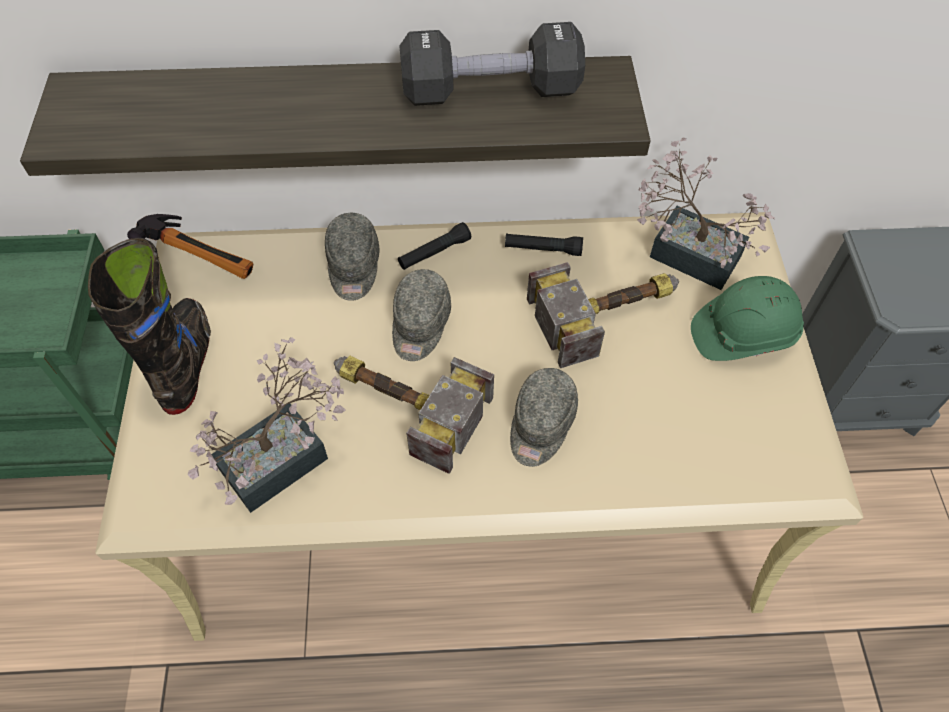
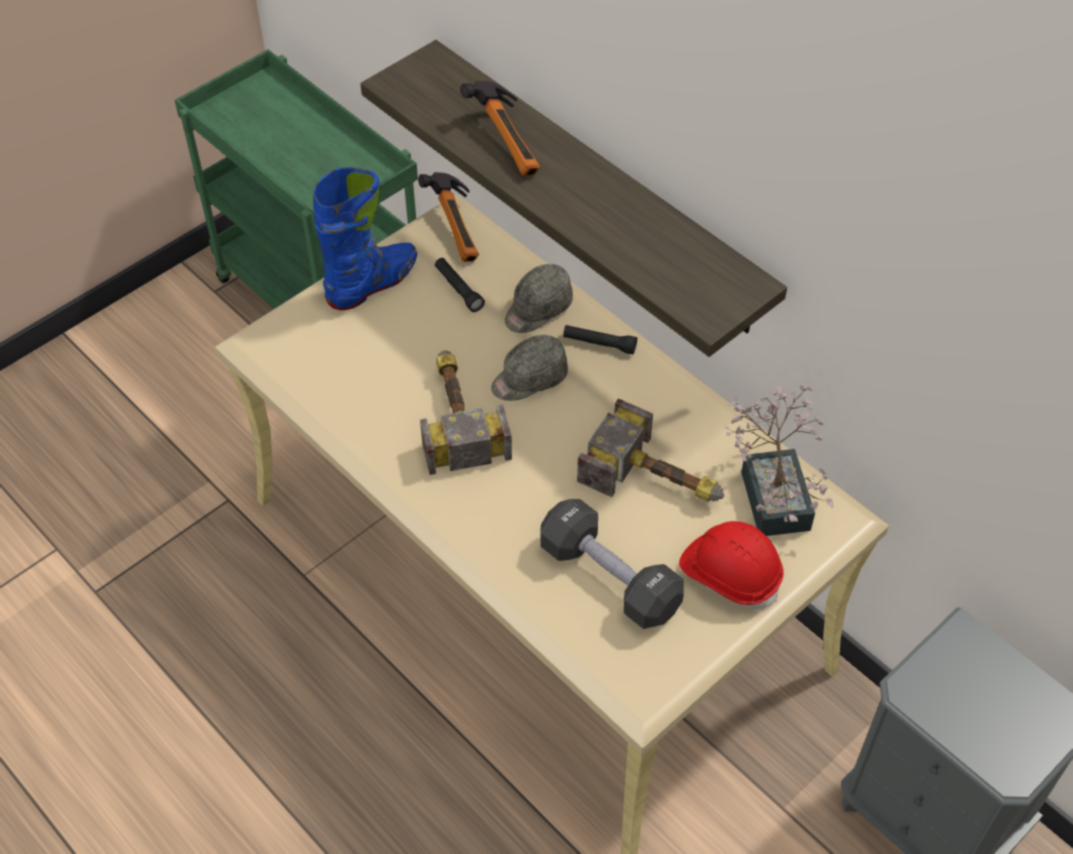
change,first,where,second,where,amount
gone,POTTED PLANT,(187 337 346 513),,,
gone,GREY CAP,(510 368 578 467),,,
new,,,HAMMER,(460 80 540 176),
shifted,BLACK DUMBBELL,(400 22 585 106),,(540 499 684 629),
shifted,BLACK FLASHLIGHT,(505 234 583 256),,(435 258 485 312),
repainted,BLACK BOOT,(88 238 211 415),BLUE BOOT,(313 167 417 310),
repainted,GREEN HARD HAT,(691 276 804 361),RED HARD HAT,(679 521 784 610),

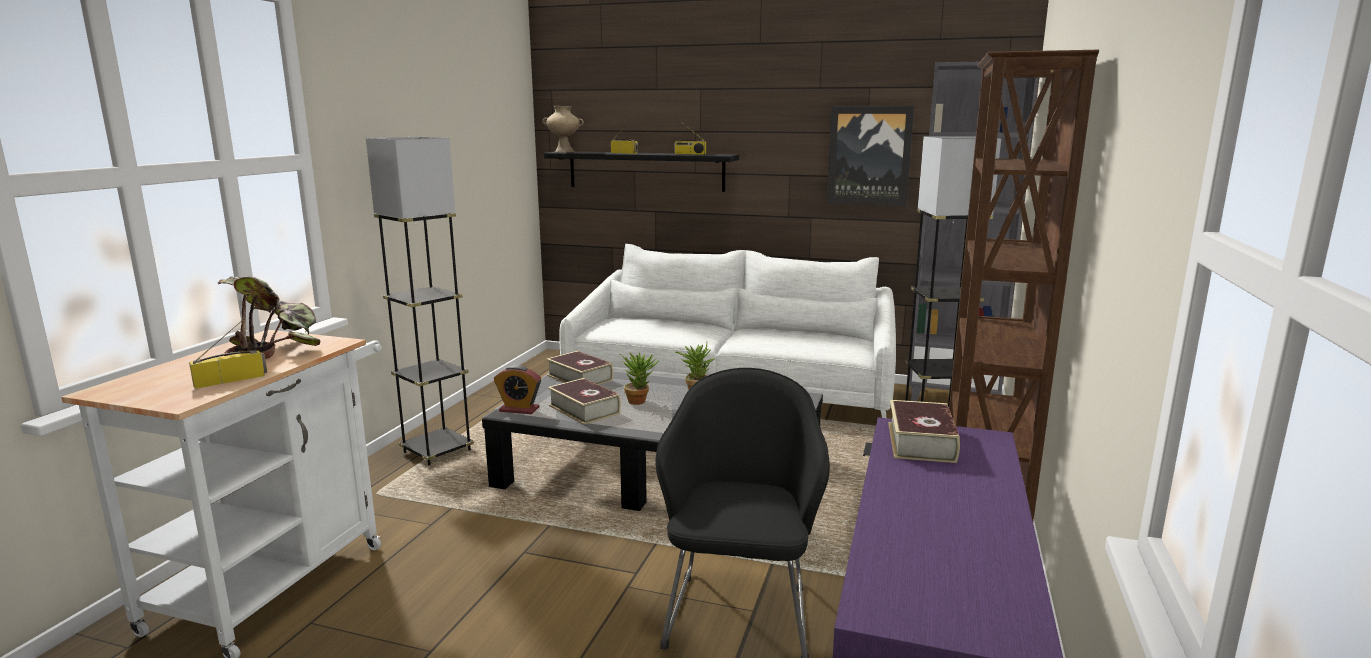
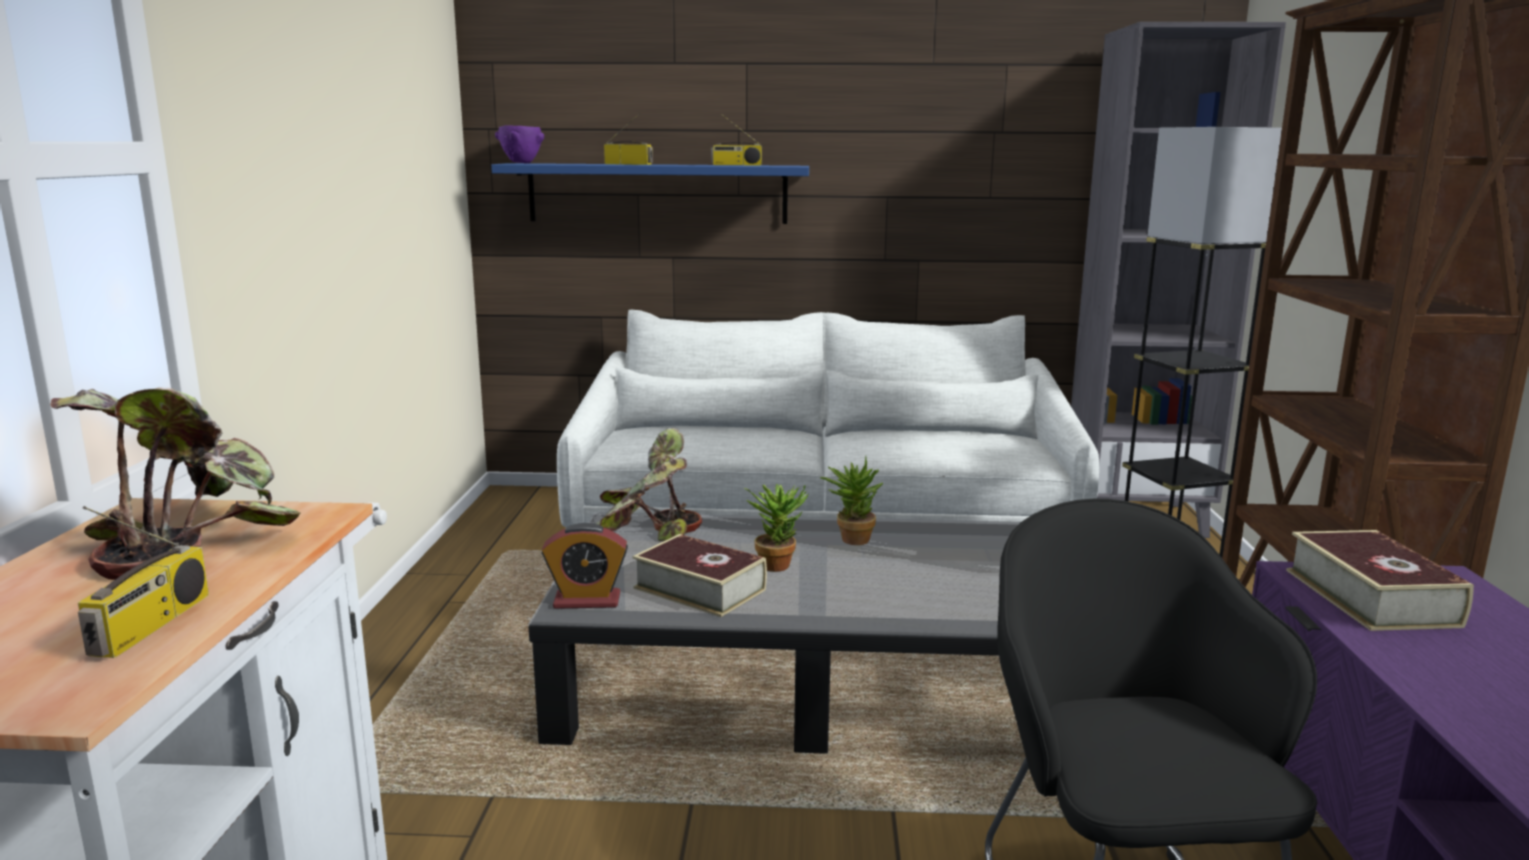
change,first,where,second,where,amount
gone,GREY FLOOR LAMP,(366 137 474 465),,,
gone,PICTURE,(827 106 914 206),,,
swapped,BEIGE VASE,(542 106 584 152),PURPLE BOWL,(495 125 544 163),
swapped,BOOK,(546 351 613 385),POTTED PLANT,(596 428 702 541),
repainted,BLACK SHELF,(544 152 739 192),BLUE SHELF,(491 163 809 224),
rotated,RADIO,(189 319 267 389),,(78 506 209 658),150 degrees clockwise

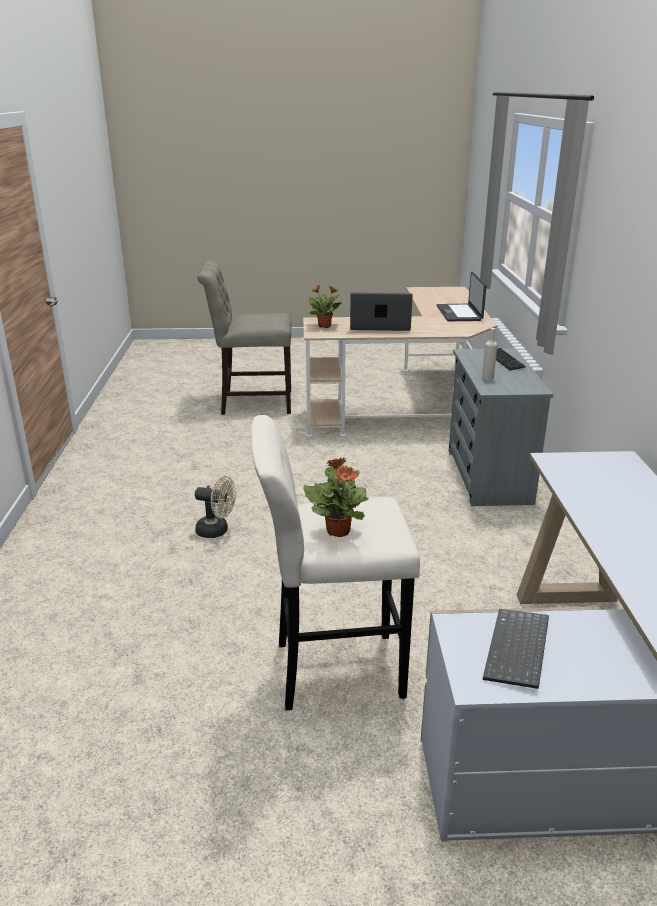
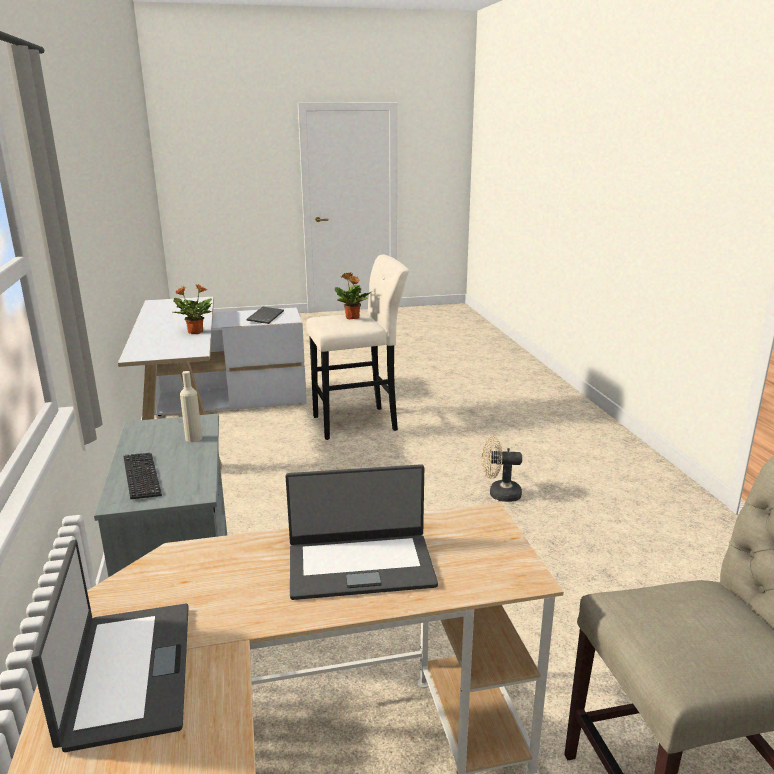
change,first,where,second,where,amount
shifted,POTTED PLANT,(307 284 342 328),,(172 284 212 334),

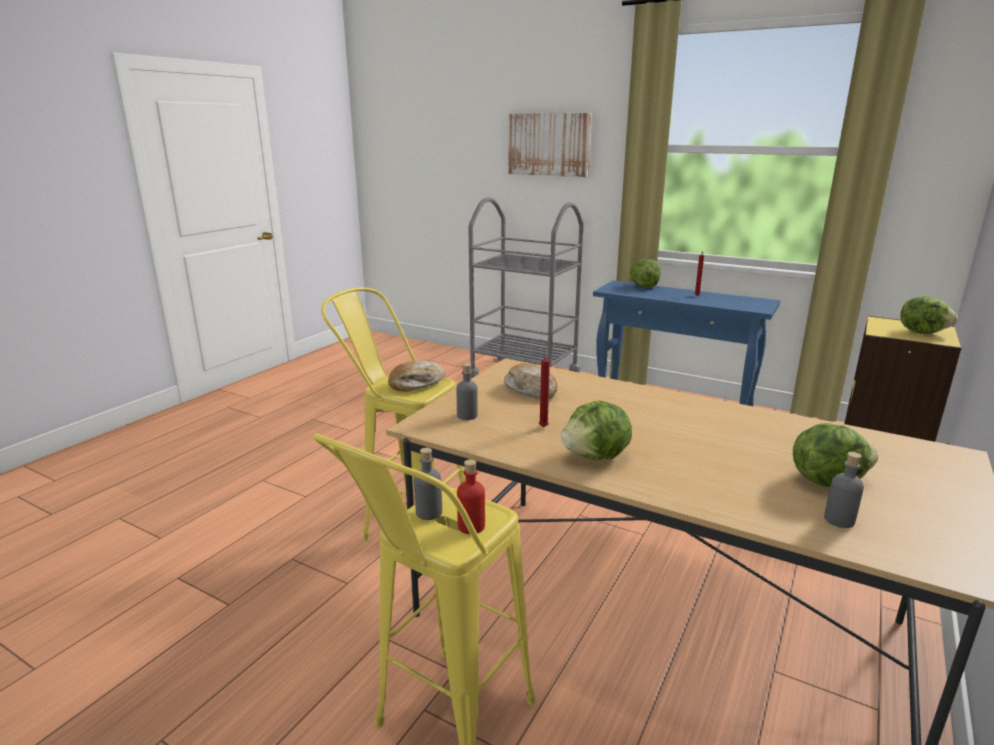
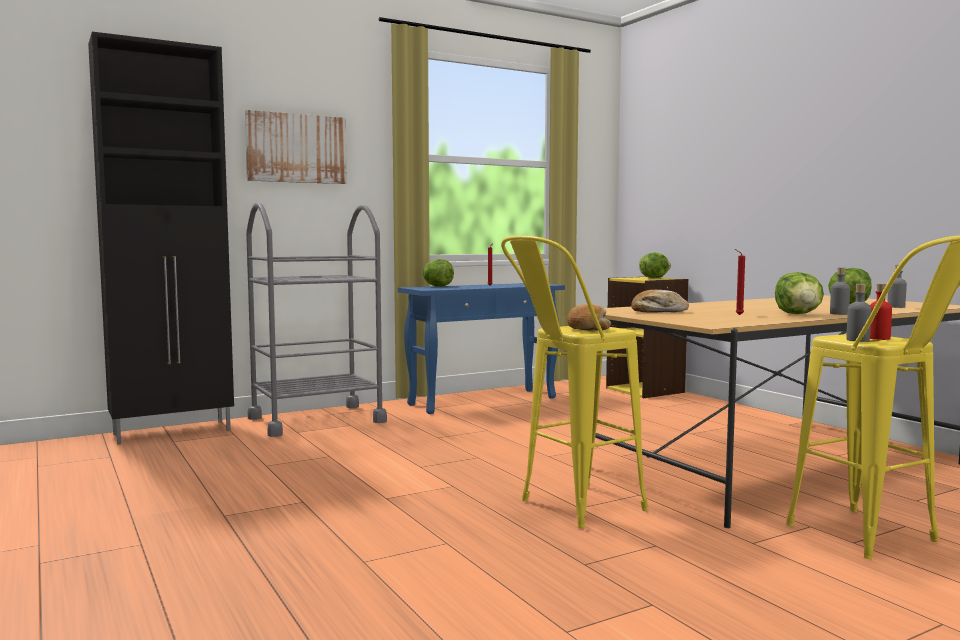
change,first,where,second,where,amount
new,,,BLACK CABINET,(88 32 234 445),
shifted,GREY BOTTLE,(457 363 478 420),,(830 268 850 315),

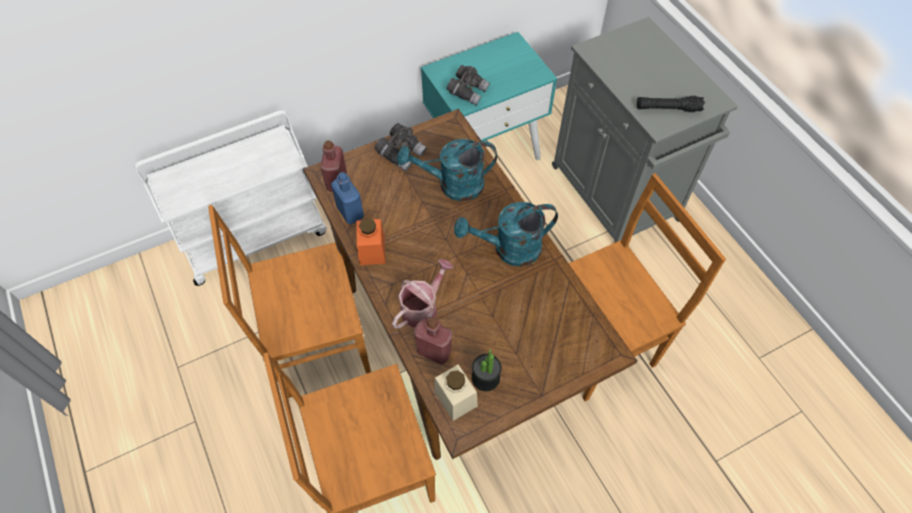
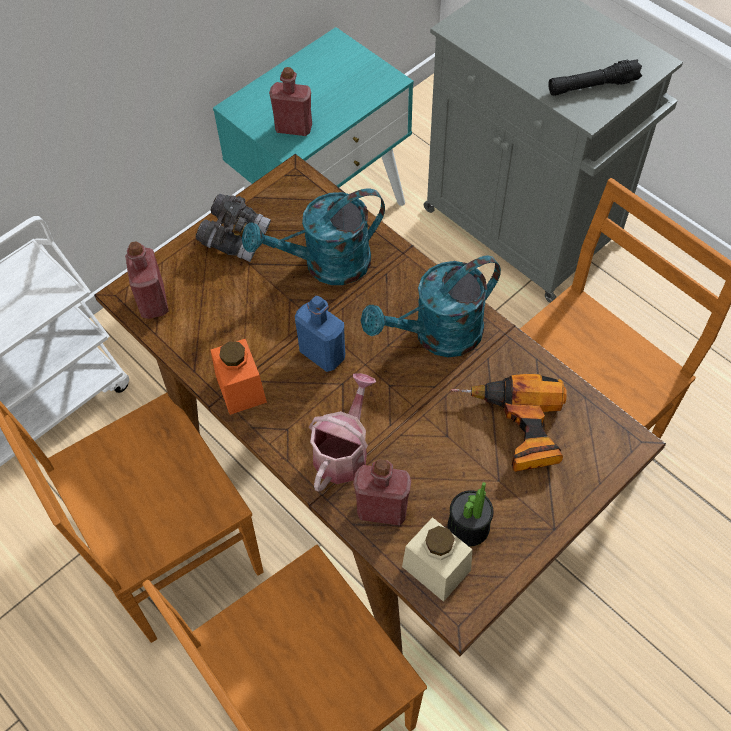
change,first,where,second,where,amount
new,,,POWER DRILL,(451 374 567 472),
shifted,BLUE BOTTLE,(331 172 364 224),,(295 296 345 372),
swapped,GREY BINOCULARS,(446 65 490 105),RED BOTTLE,(269 67 312 136),

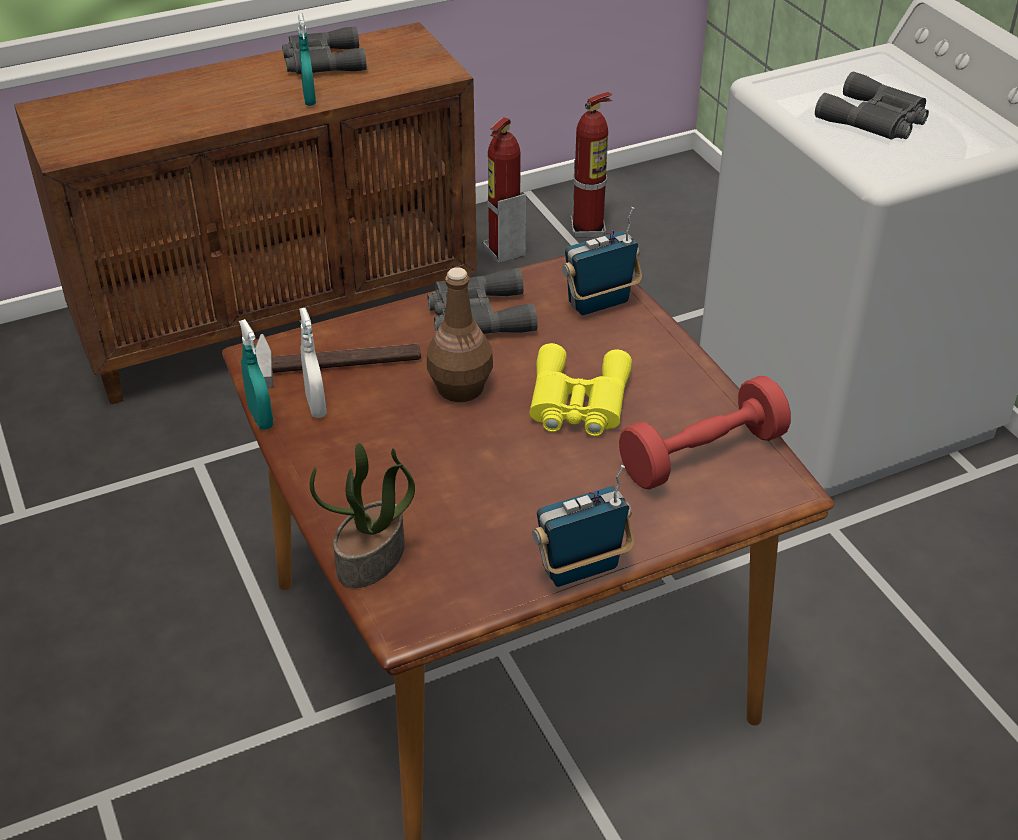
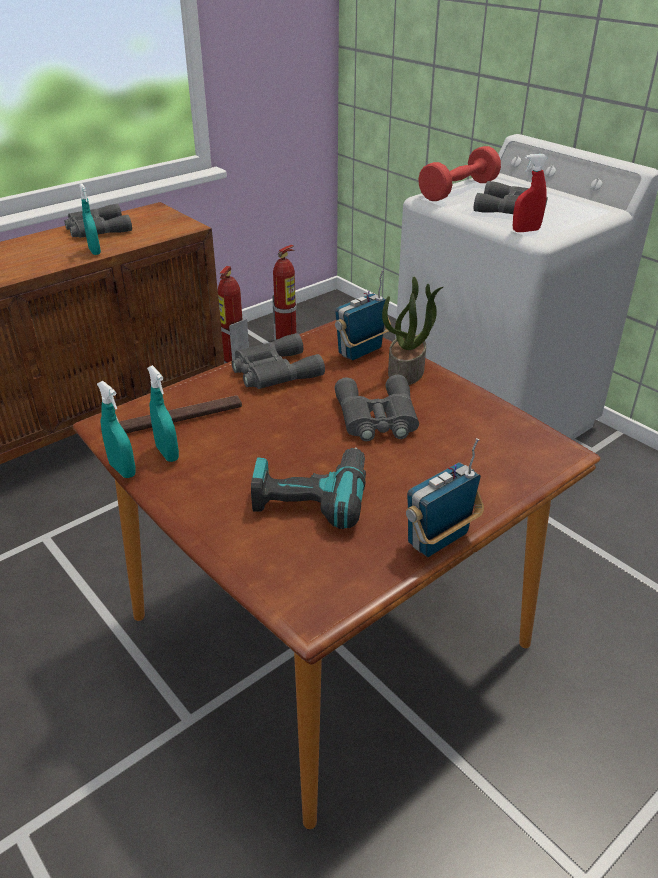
change,first,where,second,where,amount
gone,BROWN BOTTLE,(427 267 493 402),,,
new,,,POWER DRILL,(251 447 366 529),
new,,,RED SPRAY BOTTLE,(513 154 548 232),
shifted,POTTED PLANT,(310 443 415 588),,(382 277 443 385),
shifted,RED DUMBBELL,(619 376 791 490),,(418 146 501 201),
repainted,WHITE SPRAY BOTTLE,(299 308 326 418),TURQUOISE SPRAY BOTTLE,(147 365 179 462),
repainted,YELLOW BINOCULARS,(529 343 632 436),GREY BINOCULARS,(335 375 419 441),

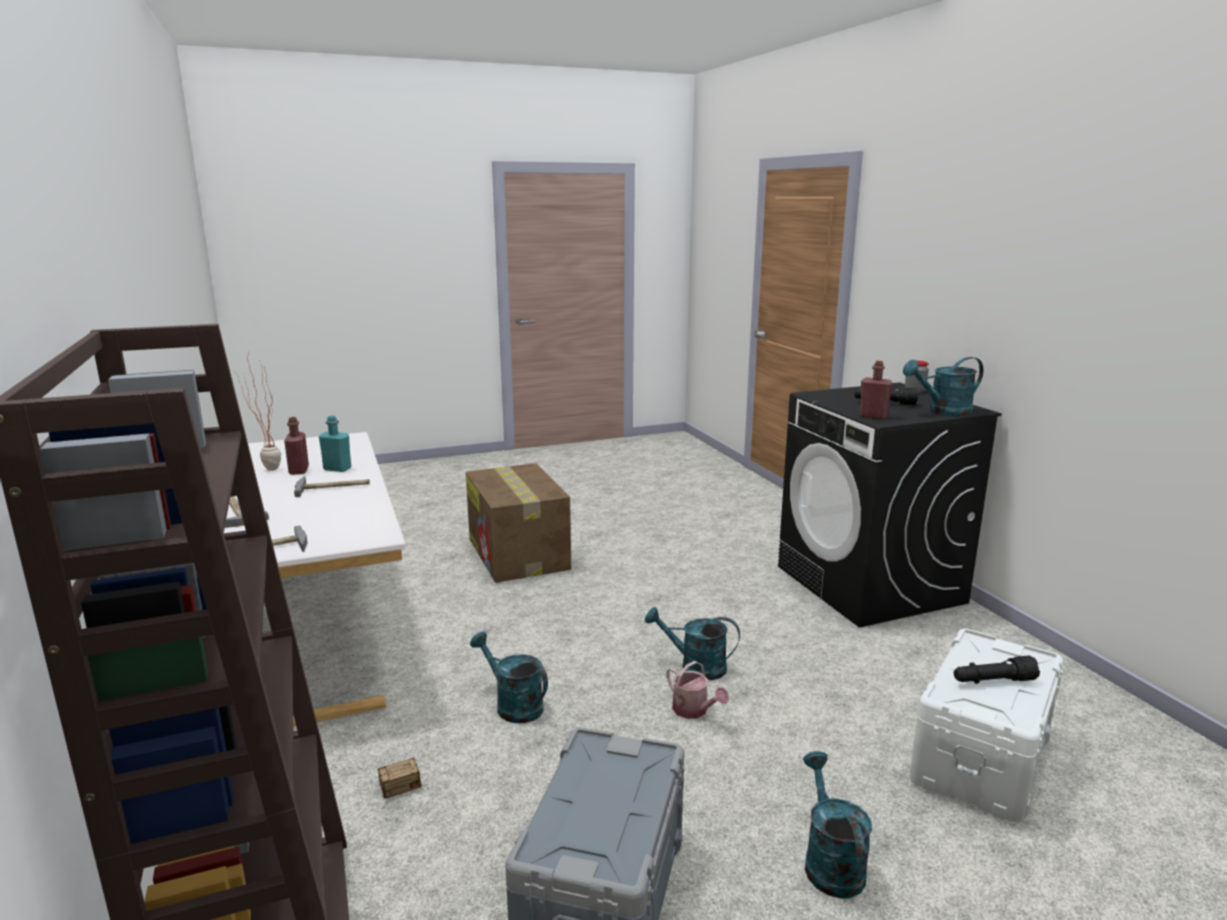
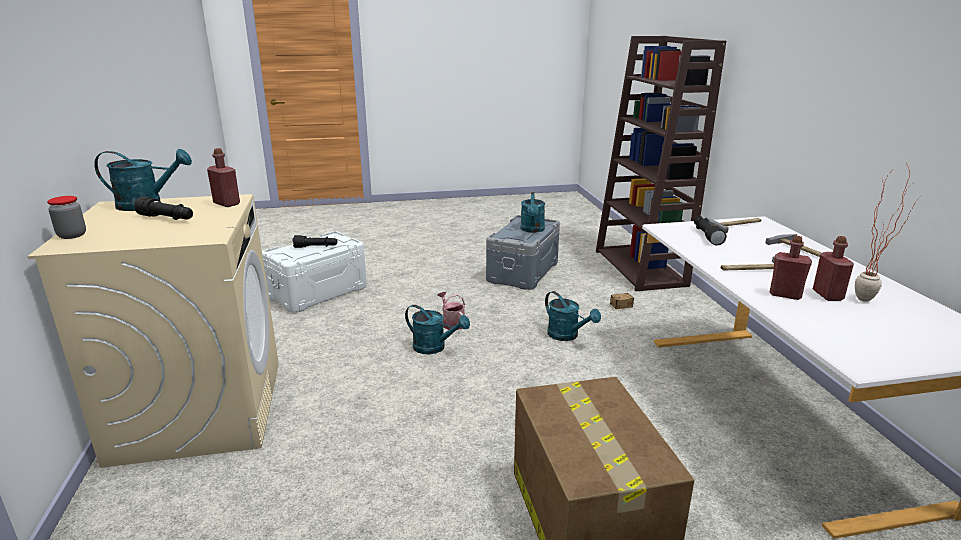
change,first,where,second,where,amount
new,,,BLACK FLASHLIGHT,(694 216 726 246),
shifted,TURQUOISE WATERING CAN,(803 751 872 899),,(521 192 545 233),
repainted,TURQUOISE BOTTLE,(319 415 351 472),RED BOTTLE,(770 236 812 300),
repainted,BLACK WASHING MACHINE,(778 382 1002 627),BEIGE WASHING MACHINE,(27 194 279 468),

